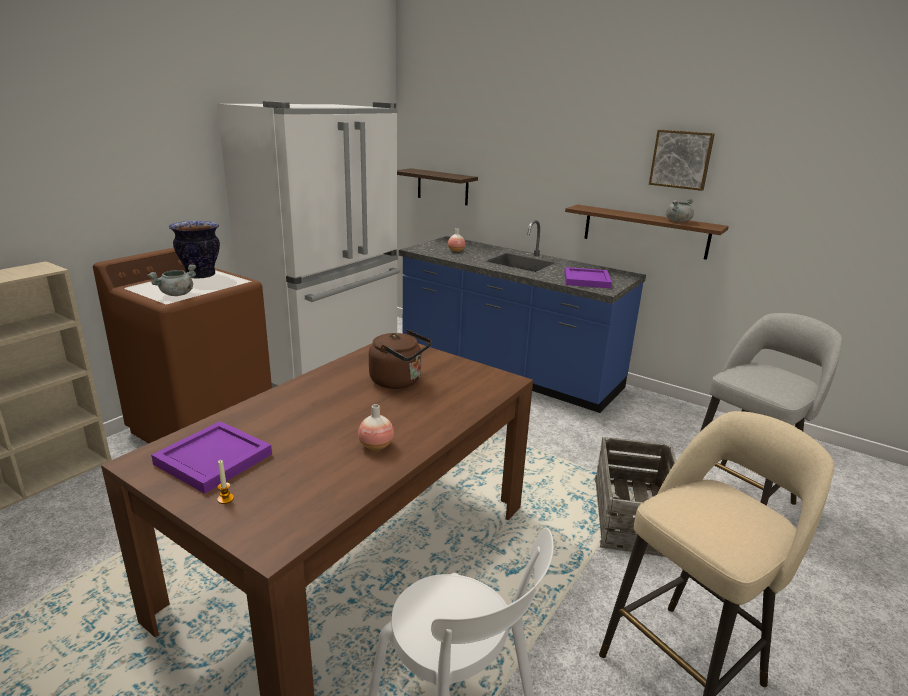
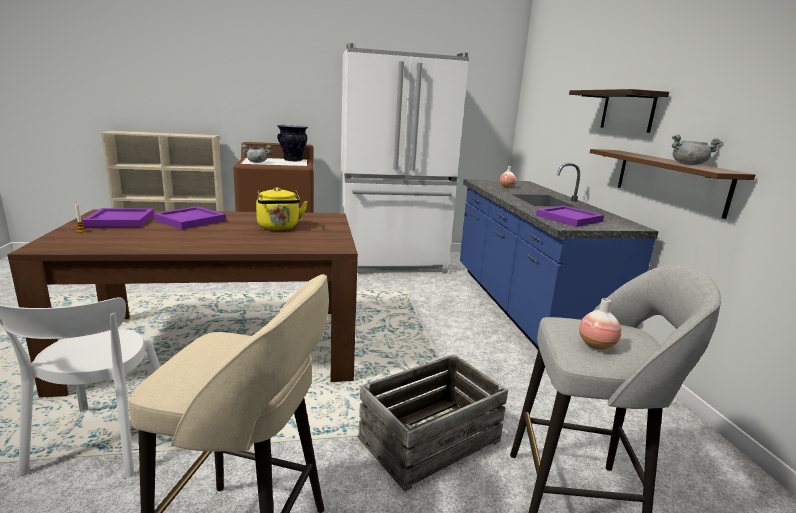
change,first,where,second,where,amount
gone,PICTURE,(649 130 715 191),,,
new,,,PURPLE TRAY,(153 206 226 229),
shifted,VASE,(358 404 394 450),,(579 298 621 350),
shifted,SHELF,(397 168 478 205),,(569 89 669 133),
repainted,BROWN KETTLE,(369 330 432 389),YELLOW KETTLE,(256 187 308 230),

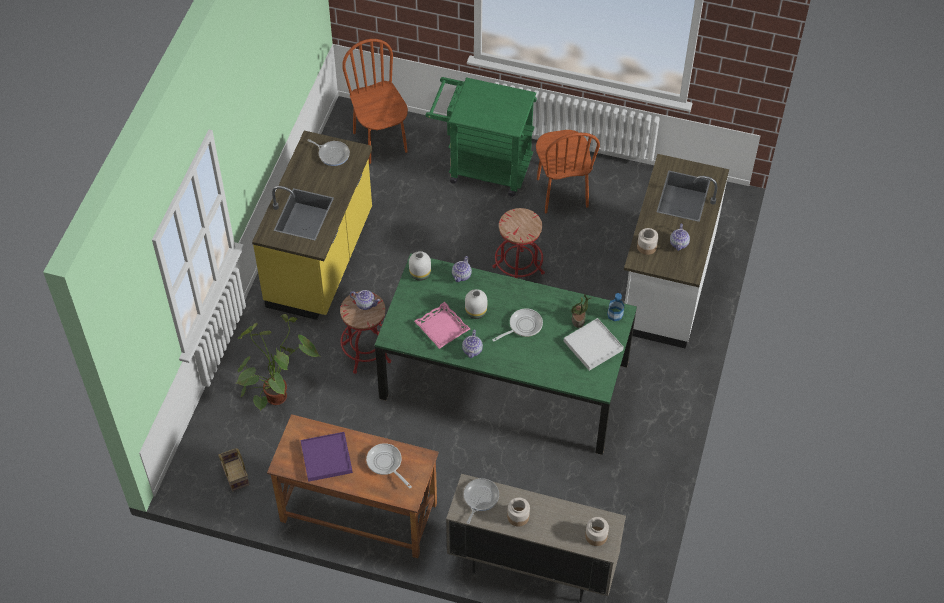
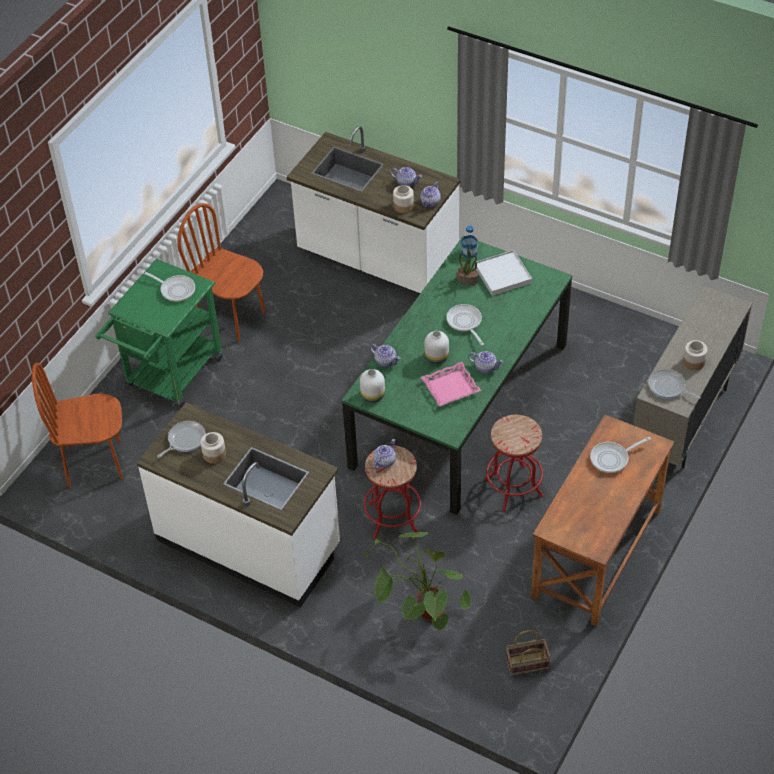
change,first,where,second,where,amount
gone,PURPLE TRAY,(301 432 353 482),,,
new,,,FRYING PAN,(141 270 195 302),
new,,,TEAPOT,(420 182 441 207),
shifted,RED STOOL,(493 208 545 278),,(485 415 543 511),
shifted,JAR,(585 517 609 546),,(201 432 226 464),
repainted,YELLOW COUNTER,(252 131 373 320),WHITE COUNTER,(136 402 340 608),
rotated,BROWN CHAIR,(536 130 600 214),,(177 203 266 342),150 degrees counterclockwise

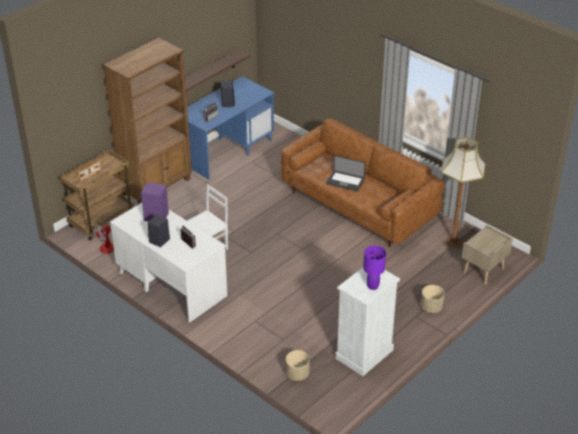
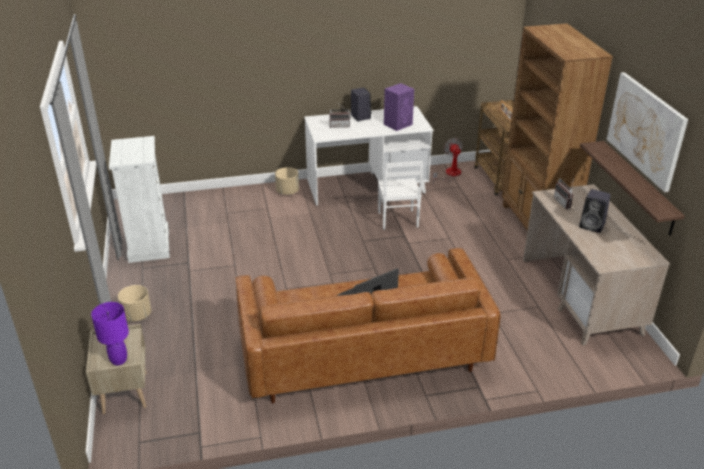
change,first,where,second,where,amount
gone,FLOOR LAMP,(441 137 486 248),,,
new,,,PICTURE,(607 72 688 192),
shifted,BEIGE PLANTER,(286 350 310 381),,(275 167 299 195),
shifted,PURPLE TABLE LAMP,(363 246 386 290),,(91 302 129 365),
repainted,BLUE DESK,(187 76 274 179),BEIGE DESK,(523 184 670 346),

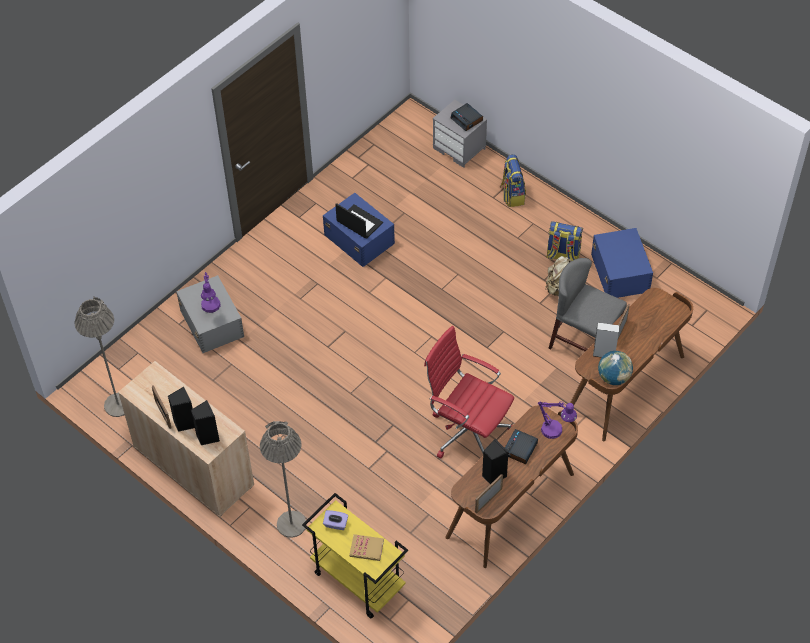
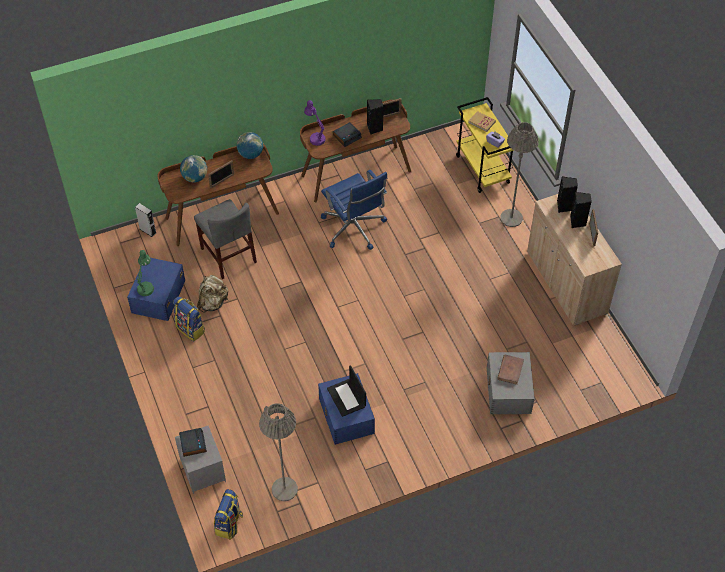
change,first,where,second,where,amount
new,,,GREEN TABLE LAMP,(137 250 154 296),
new,,,GLOBE,(180 155 207 182),
shifted,GREY FLOOR LAMP,(74 297 125 417),,(259 403 298 501),
shifted,BACKPACK,(500 154 526 207),,(214 489 243 540),
shifted,GREY SPEAKER,(593 323 620 358),,(135 203 156 237),
swapped,PURPLE TABLE LAMP,(201 272 220 313),BROWN BOOK,(497 355 524 385),
repainted,RED OFFICE CHAIR,(424 326 514 459),BLUE OFFICE CHAIR,(321 170 387 250),

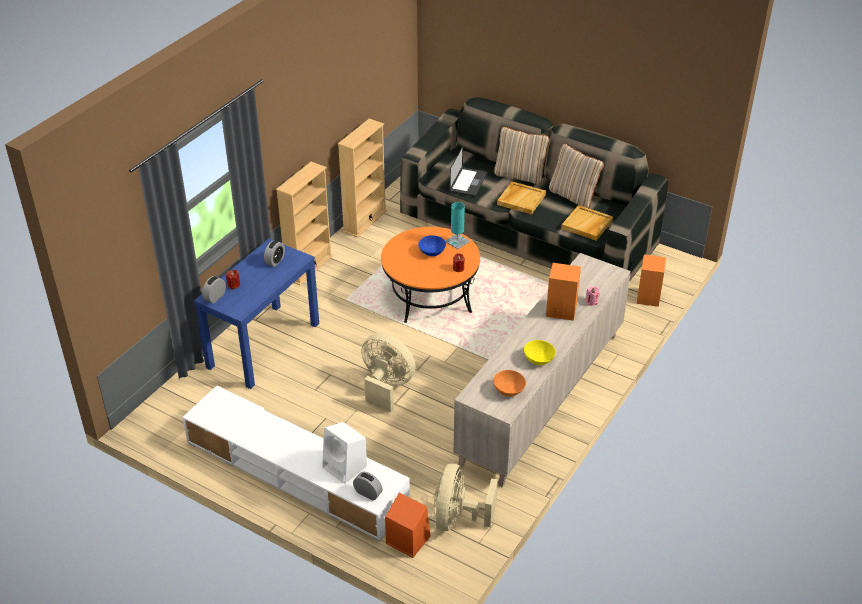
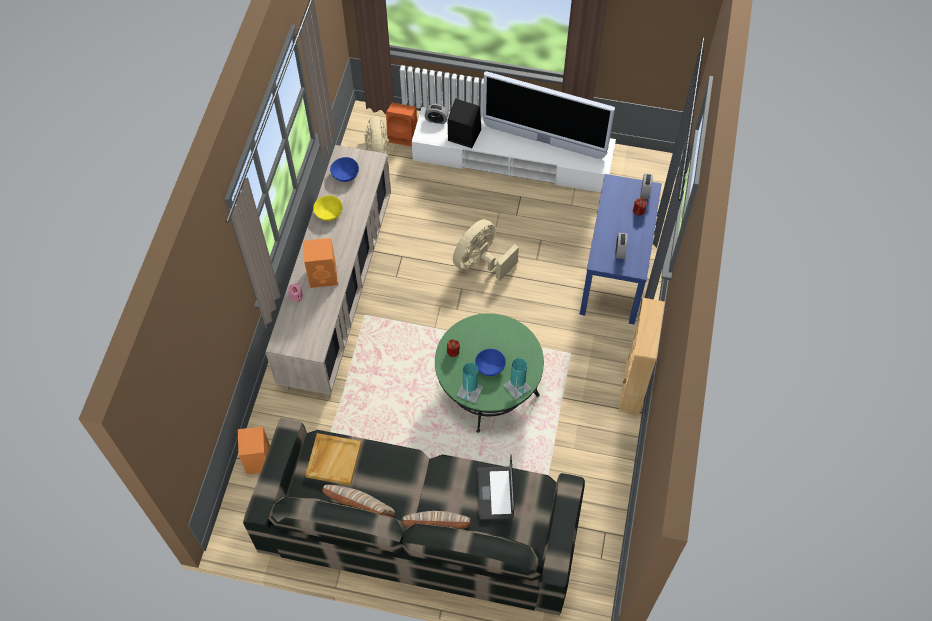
change,first,where,second,where,amount
gone,BEIGE BOOKCASE,(338 119 387 237),,,
gone,BEIGE TRAY,(497 182 546 215),,,
new,,,TELEVISION,(483 71 615 159),
new,,,TURQUOISE TABLE LAMP,(503 358 531 400),
repainted,WHITE SPEAKER,(322 422 367 484),BLACK SPEAKER,(448 99 481 148),
repainted,ORANGE COFFEE TABLE,(381 227 480 323),GREEN COFFEE TABLE,(435 313 544 433),
repainted,ORANGE BOWL,(493 370 526 396),BLUE BOWL,(330 157 359 182),
rotated,BEIGE FAN,(361 333 416 413),,(453 219 519 280),120 degrees clockwise

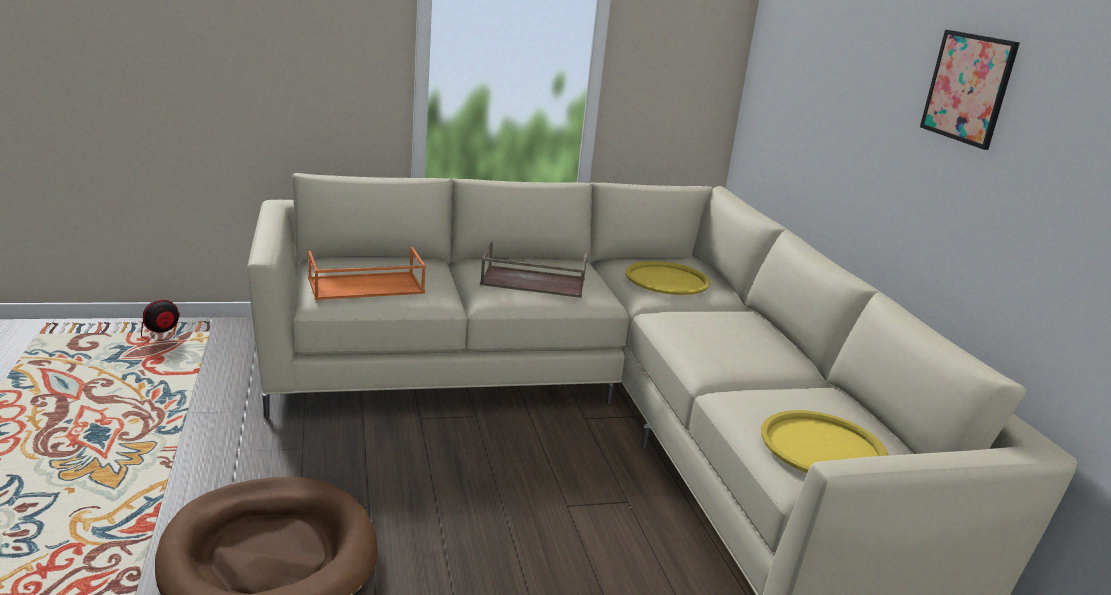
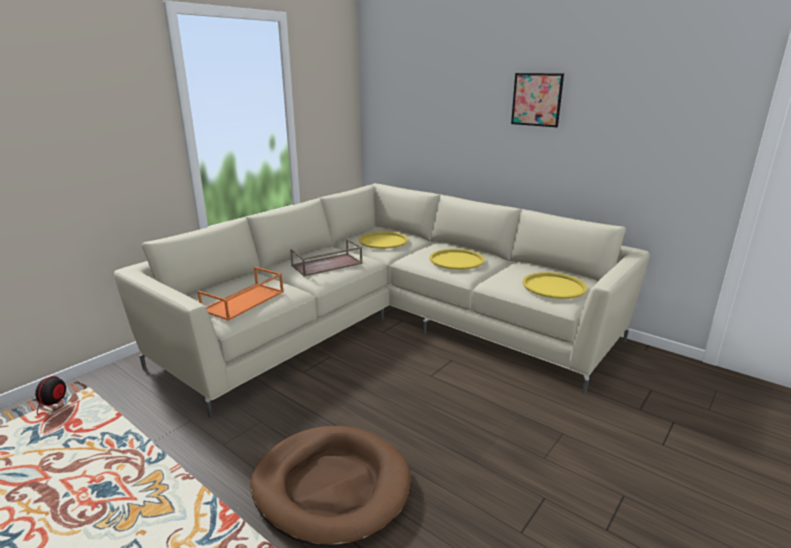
change,first,where,second,where,amount
new,,,YELLOW TRAY,(430 249 485 270),

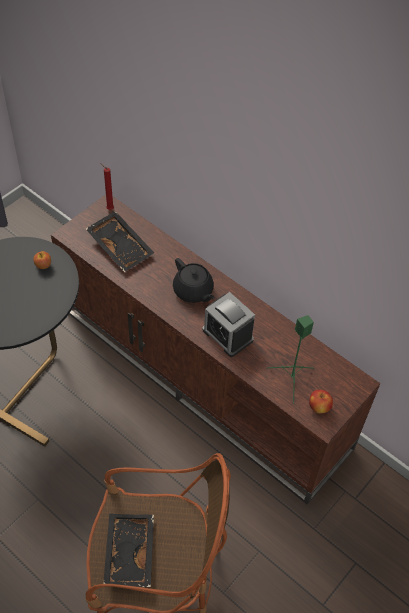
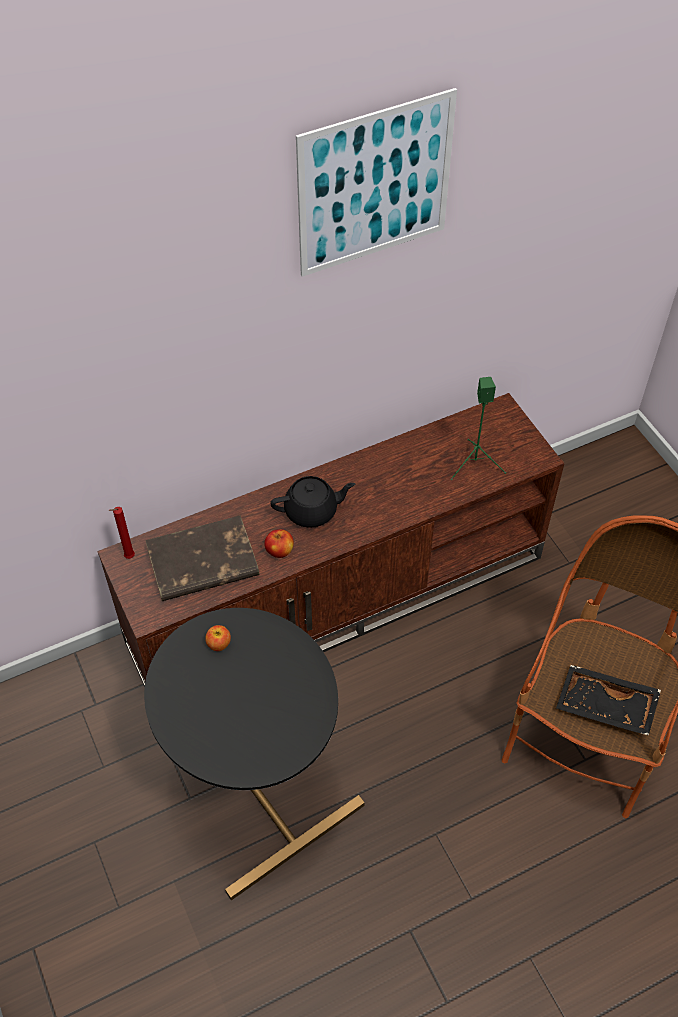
change,first,where,second,where,amount
gone,ALARM CLOCK,(202 292 255 357),,,
new,,,PICTURE,(296 88 457 277),
shifted,APPLE,(309 390 333 413),,(264 529 294 558),
swapped,BLACK TRAY,(86 211 154 272),BROWN BOOK,(145 515 259 601),

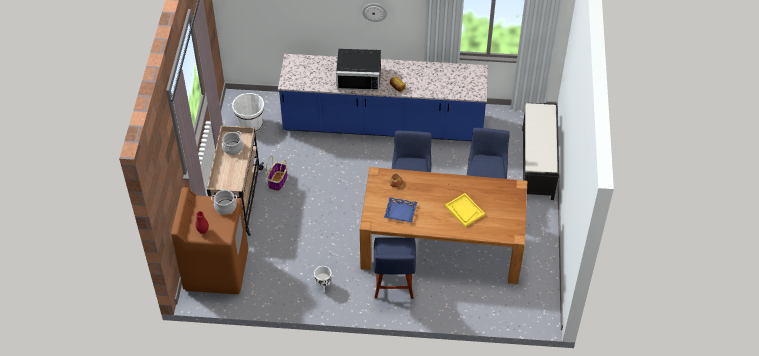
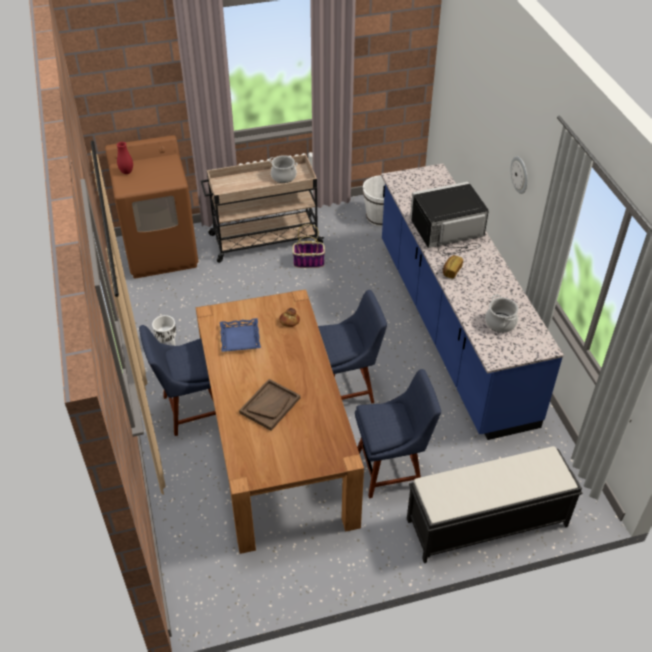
change,first,where,second,where,amount
shifted,COOKING POT,(211 190 237 215),,(485 295 518 333),
repainted,YELLOW TRAY,(445 193 485 227),BROWN TRAY,(239 379 300 431),
rotated,BLACK MICROWAVE,(336 49 381 91),,(410 182 489 255),90 degrees clockwise

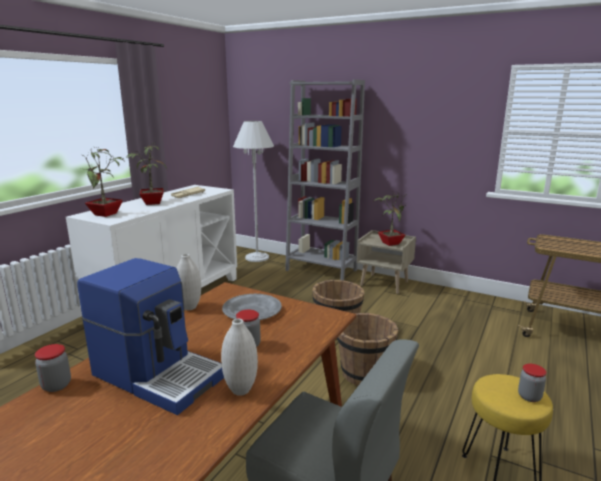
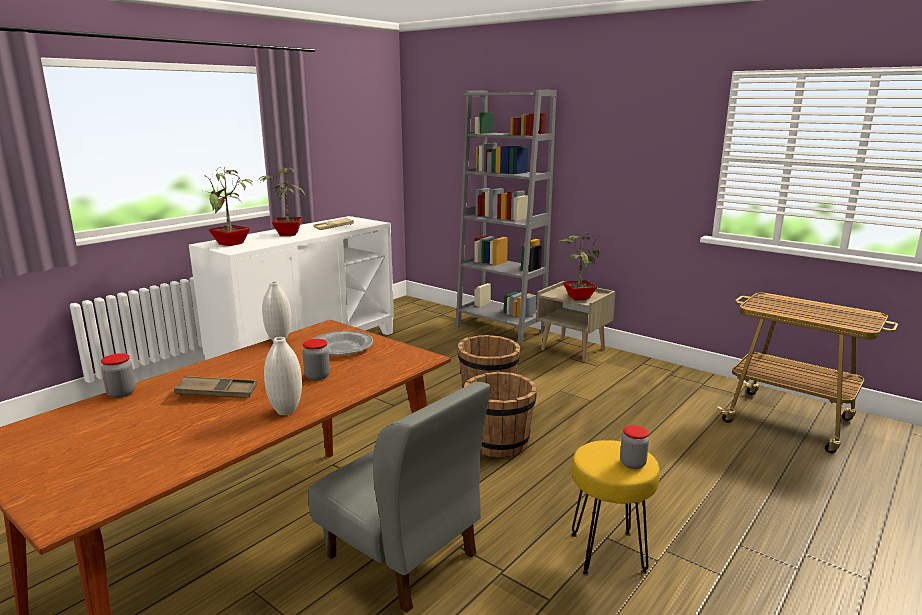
change,first,where,second,where,amount
gone,WHITE FLOOR LAMP,(233 121 274 262),,,
swapped,COFFEE MACHINE,(77 258 224 415),BROWN TRAY,(174 376 257 398),

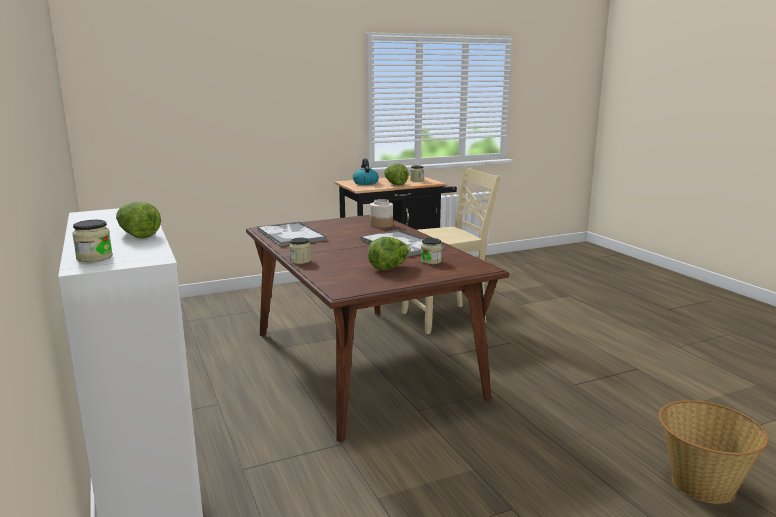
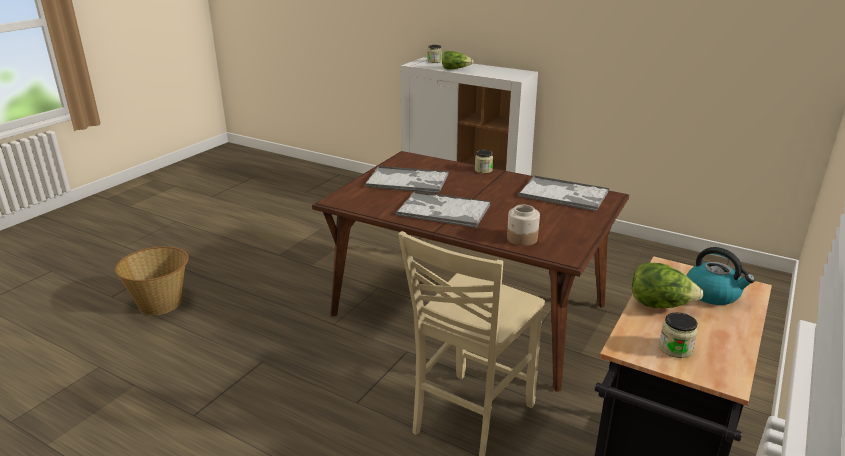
change,first,where,second,where,amount
gone,JAR,(421 238 442 264),,,
swapped,LETTUCE,(367 237 411 270),TRAY,(365 166 449 194),

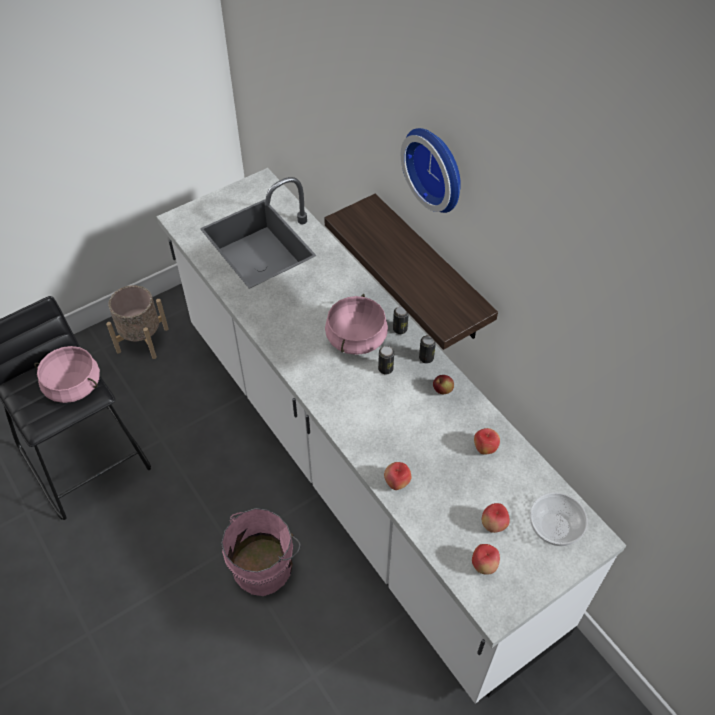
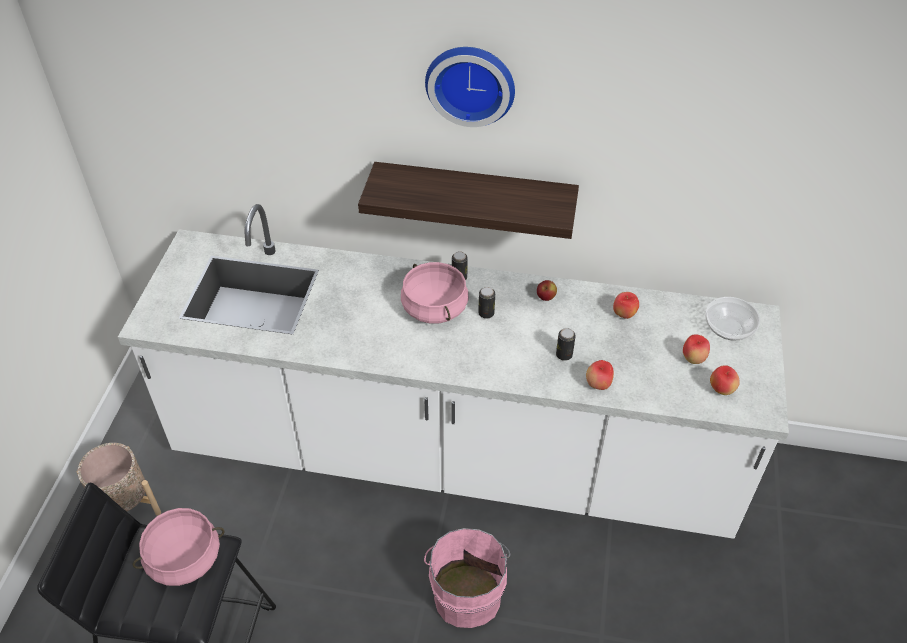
change,first,where,second,where,amount
shifted,CAN,(419 335 436 363),,(556 328 576 361),

